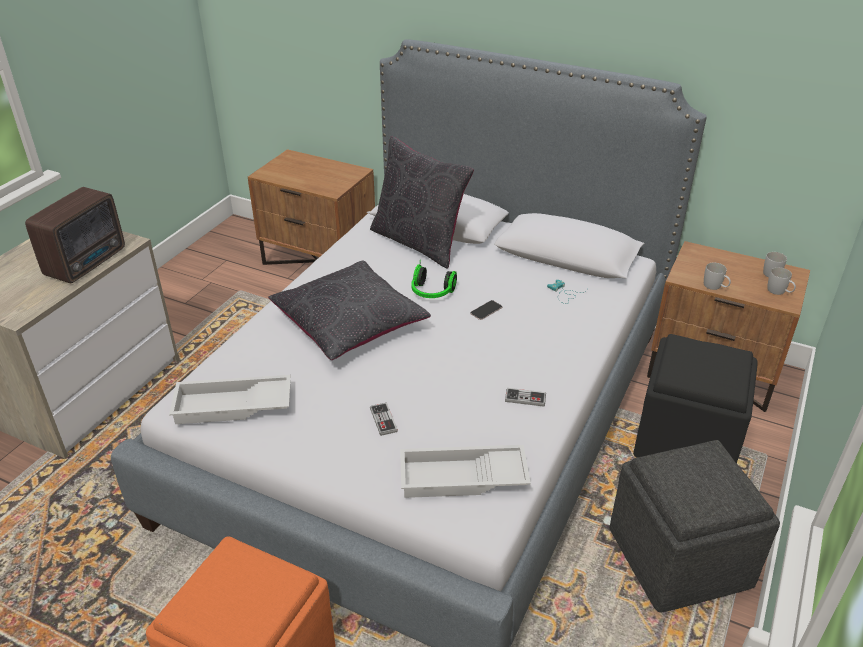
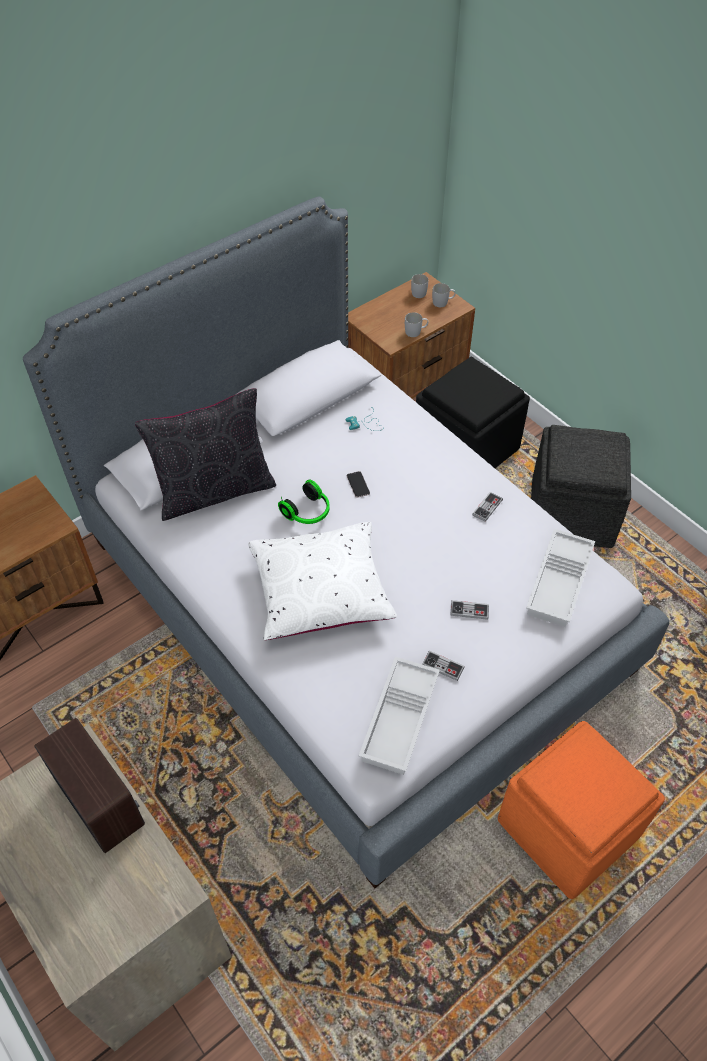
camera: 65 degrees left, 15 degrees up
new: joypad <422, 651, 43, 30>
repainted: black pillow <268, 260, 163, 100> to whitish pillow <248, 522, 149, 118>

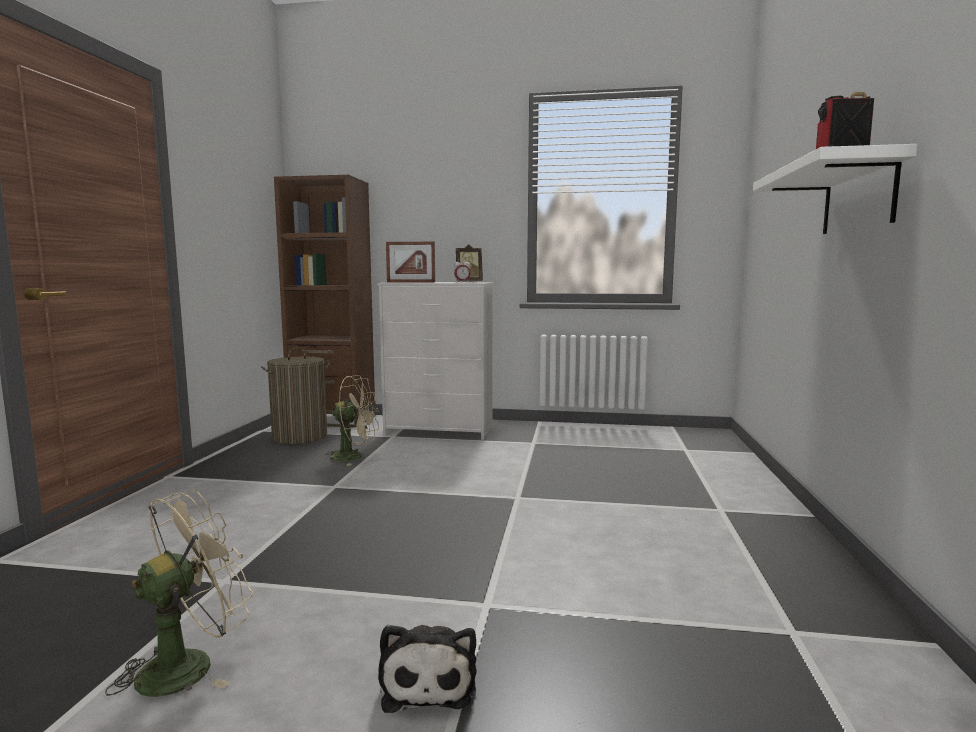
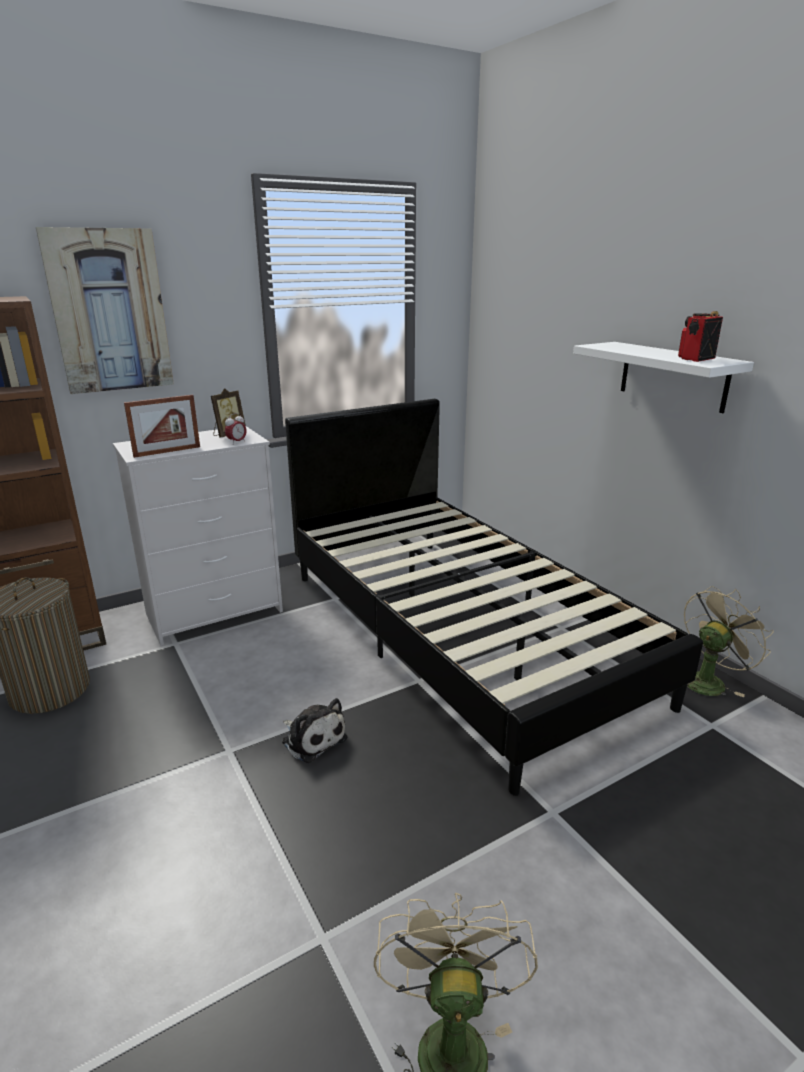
camera: 40 degrees left, 15 degrees up
new: wall picture <36, 227, 138, 167>; black sleeping bed <285, 399, 418, 397>
shifted: beige electric fan <326, 375, 53, 91> to <684, 586, 90, 111>; plush toy <378, 625, 99, 88> to <282, 698, 65, 65>

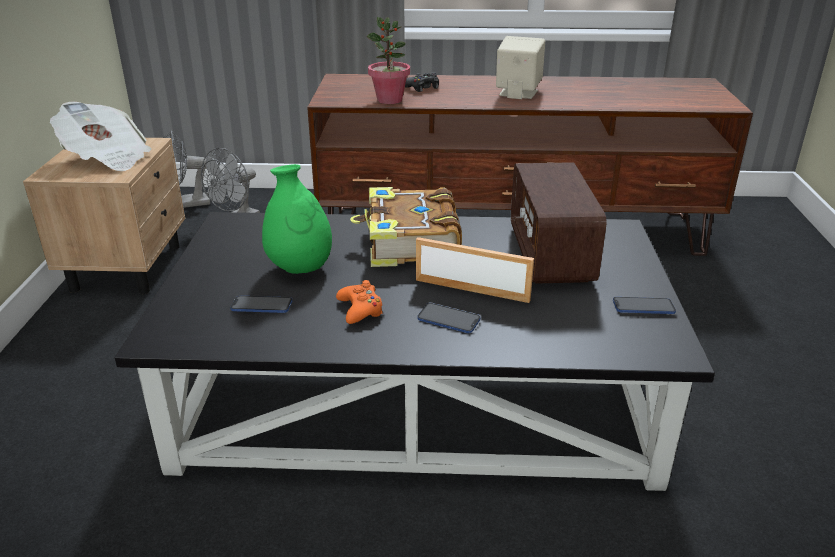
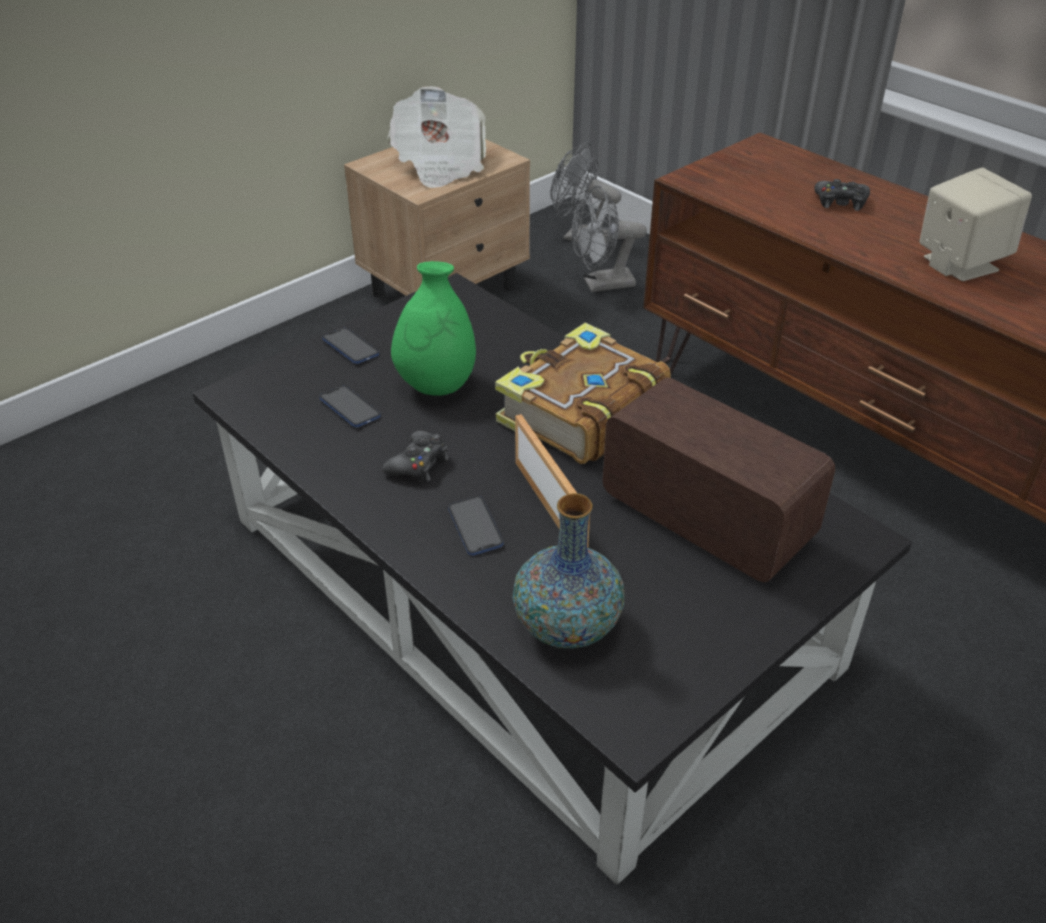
camera: 45 degrees right, 10 degrees up
gone: houseplant <367, 17, 43, 87>
new: flower vase <512, 493, 113, 155>
shifted: handset <613, 297, 63, 17> to <322, 328, 57, 36>
repainted: orange-coloured joypad <336, 280, 47, 44> to black joypad <382, 431, 67, 51>
rotated: radio set <511, 162, 96, 122> = <602, 377, 233, 205> 90 degrees clockwise

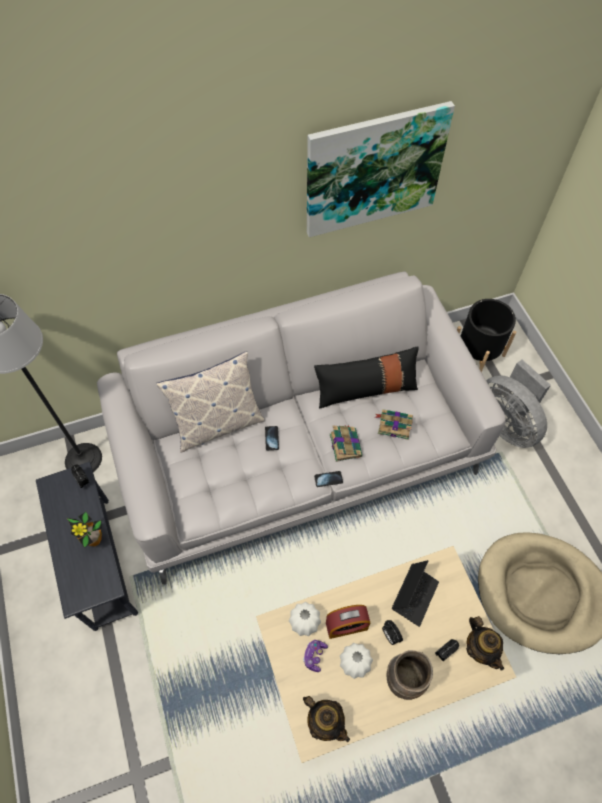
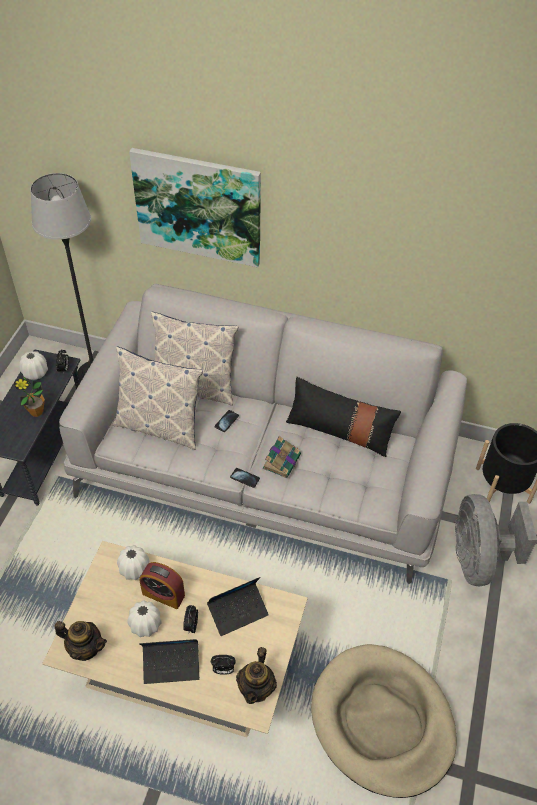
camera: 35 degrees right, 10 degrees down
gone: joypad <303, 640, 25, 32>; volume <375, 409, 38, 31>
new: whitish flower vase <19, 351, 29, 29>; pillow <112, 346, 91, 104>
shifted: wall picture <307, 101, 148, 136> to <129, 148, 132, 119>
swapped: brown flower vase <387, 650, 46, 50> to notebook computer <139, 639, 61, 45>
rotated: pot for tea <303, 696, 47, 46> = <55, 621, 52, 40> 60 degrees counterclockwise

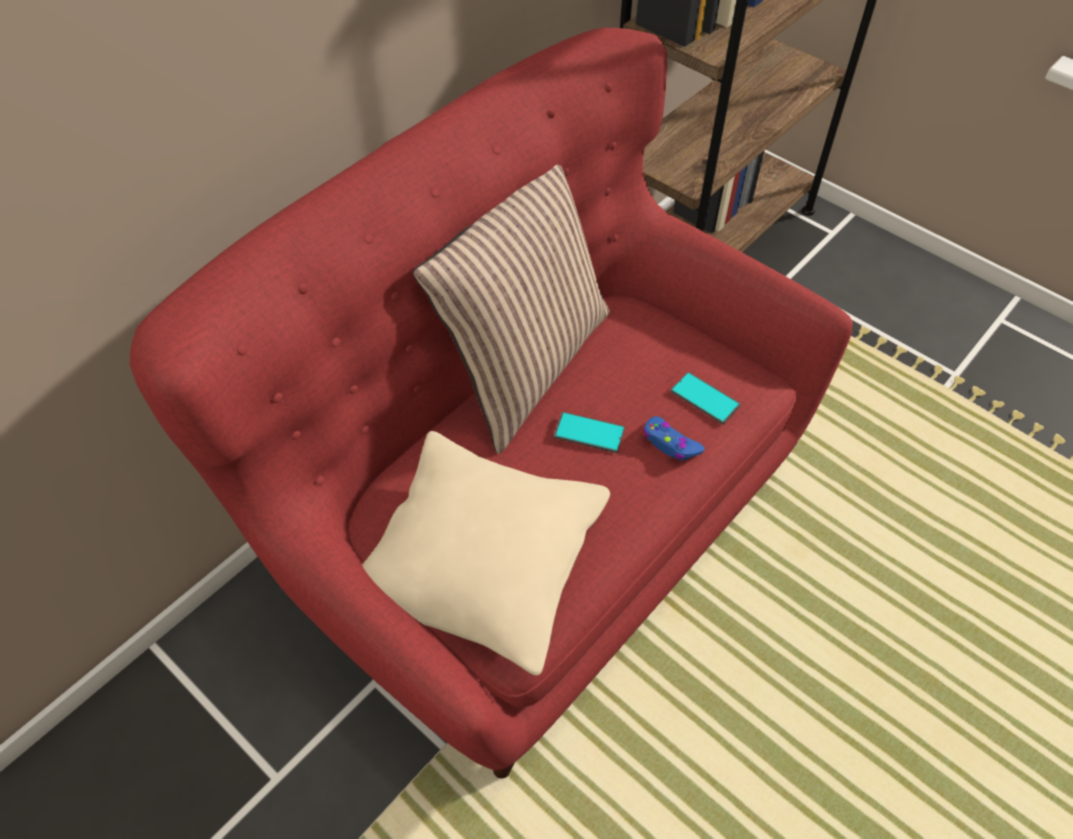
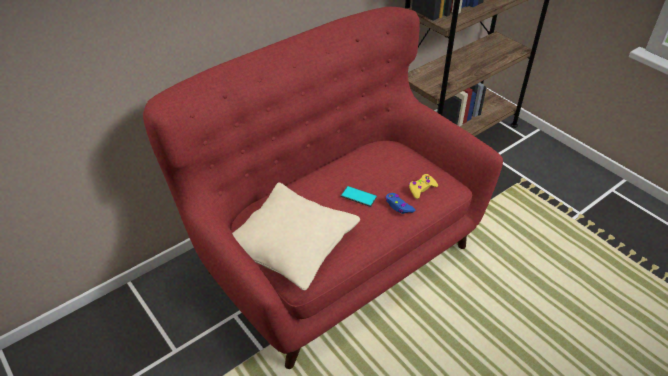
camera: 10 degrees right, 10 degrees down
gone: pillow <413, 164, 197, 290>
swapped: handset <671, 372, 70, 53> to yellowish joypad <409, 174, 29, 25>

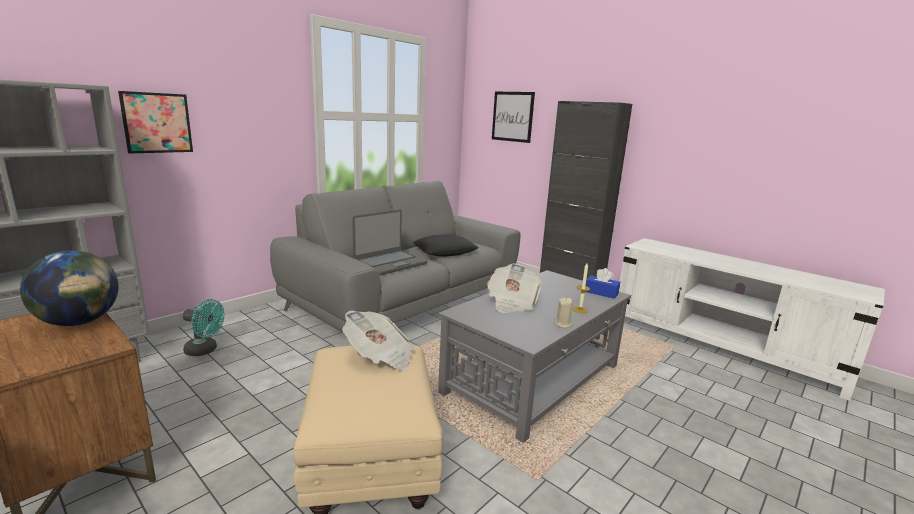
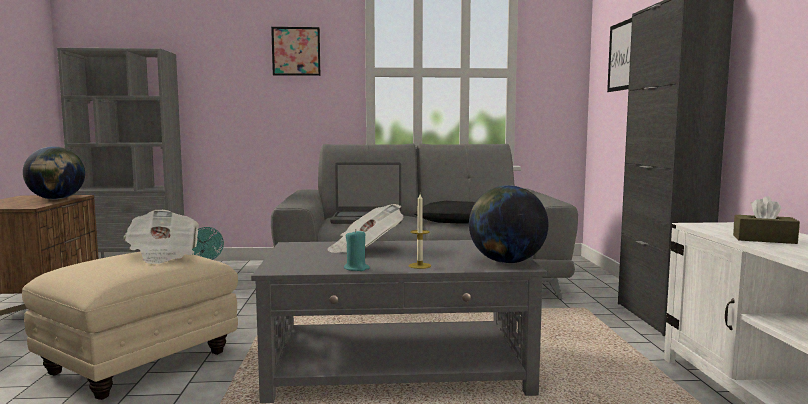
camera: 45 degrees right, 10 degrees down
new: brown tissue box <733, 196, 67, 48>
shifted: wall picture <118, 91, 75, 63> to <271, 27, 49, 49>
swapped: blue-coloured tissue box <585, 268, 35, 31> to globe <469, 185, 79, 78>
repainted: beige wax light <554, 297, 19, 31> to turquoise wax light <344, 230, 26, 41>

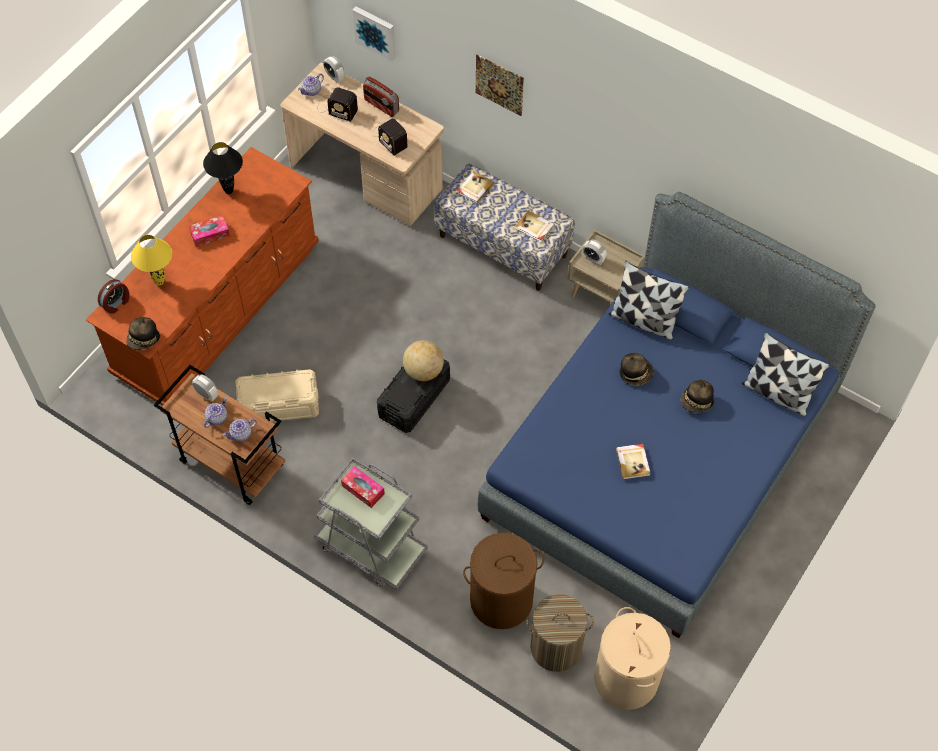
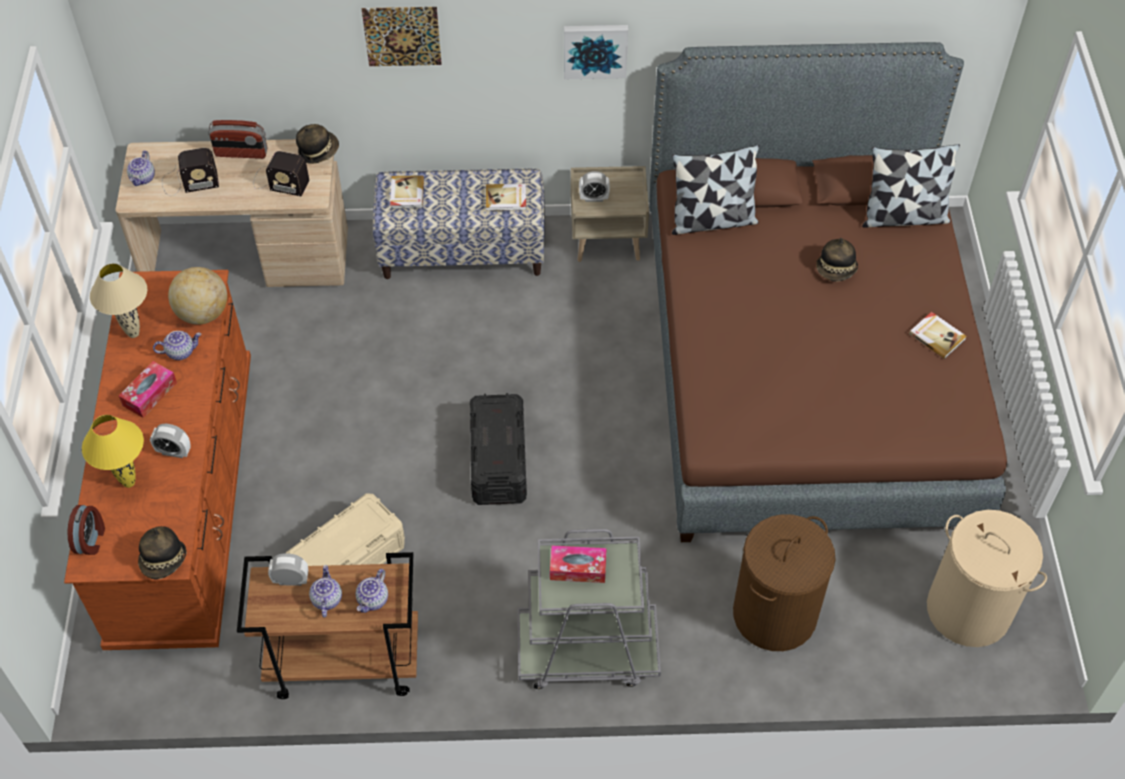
camera: 35 degrees left, 5 degrees down
gone: hamper <526, 594, 68, 78>
new: pot for tea <153, 331, 48, 29>
shifted: bedside clock <323, 56, 21, 27> to <150, 424, 41, 34>; wall picture <352, 6, 44, 55> to <564, 25, 64, 54>; globe <403, 340, 41, 41> to <168, 267, 59, 58>; volume <616, 444, 35, 36> to <909, 312, 58, 47>; clothing hat <619, 353, 35, 33> to <296, 124, 43, 40>
repainted: black tabletop lamp <203, 142, 40, 52> to beige tabletop lamp <90, 263, 57, 75>; blue-coloured sleeping bed <478, 192, 398, 446> to brown sleeping bed <649, 42, 358, 500>

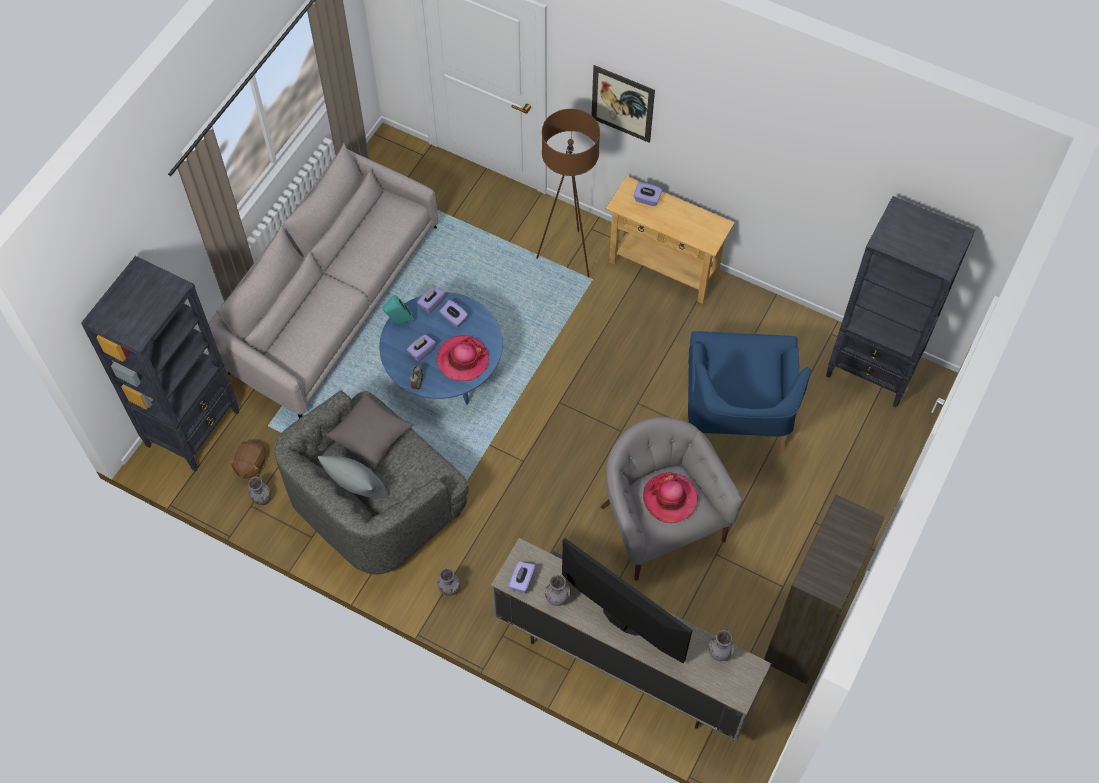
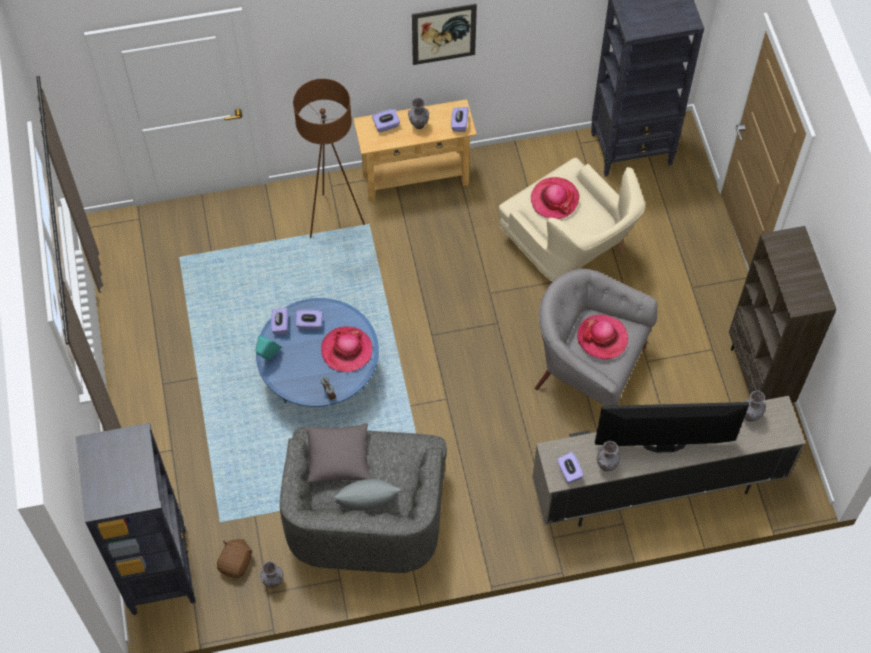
camera: 40 degrees left, 0 degrees up
gone: gray couch <208, 143, 230, 276>
new: clothing hat <531, 177, 48, 42>
shifted: purplish tissue box <407, 334, 29, 28> to <451, 107, 17, 25>; gray flower vase <437, 568, 24, 28> to <408, 98, 21, 31>; wall picture <592, 65, 63, 78> to <412, 4, 65, 61>
repainted: blue-coloured easy chair <688, 331, 123, 121> to beige easy chair <499, 158, 146, 124>
rotated: brown plush toy <229, 441, 37, 38> = <217, 539, 36, 39> 135 degrees counterclockwise

